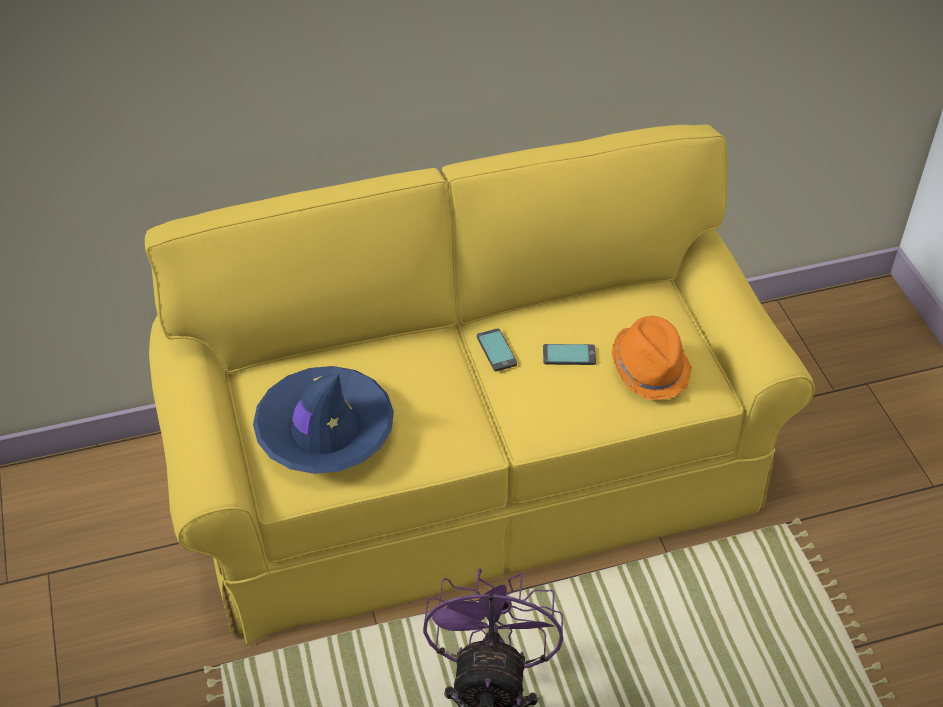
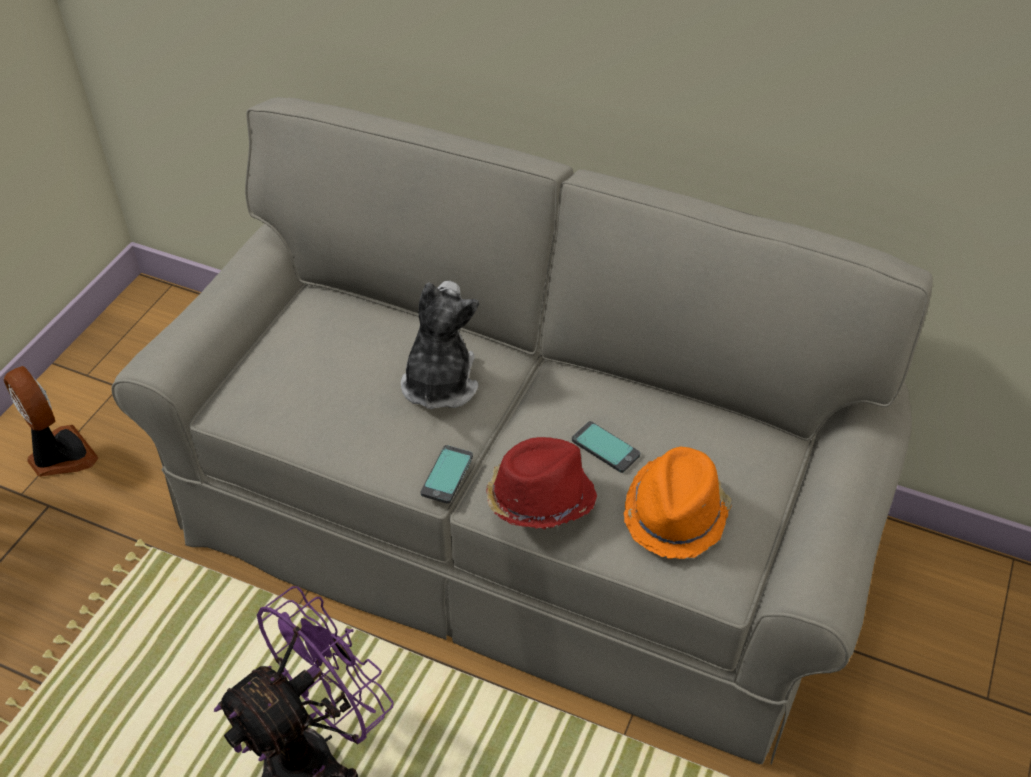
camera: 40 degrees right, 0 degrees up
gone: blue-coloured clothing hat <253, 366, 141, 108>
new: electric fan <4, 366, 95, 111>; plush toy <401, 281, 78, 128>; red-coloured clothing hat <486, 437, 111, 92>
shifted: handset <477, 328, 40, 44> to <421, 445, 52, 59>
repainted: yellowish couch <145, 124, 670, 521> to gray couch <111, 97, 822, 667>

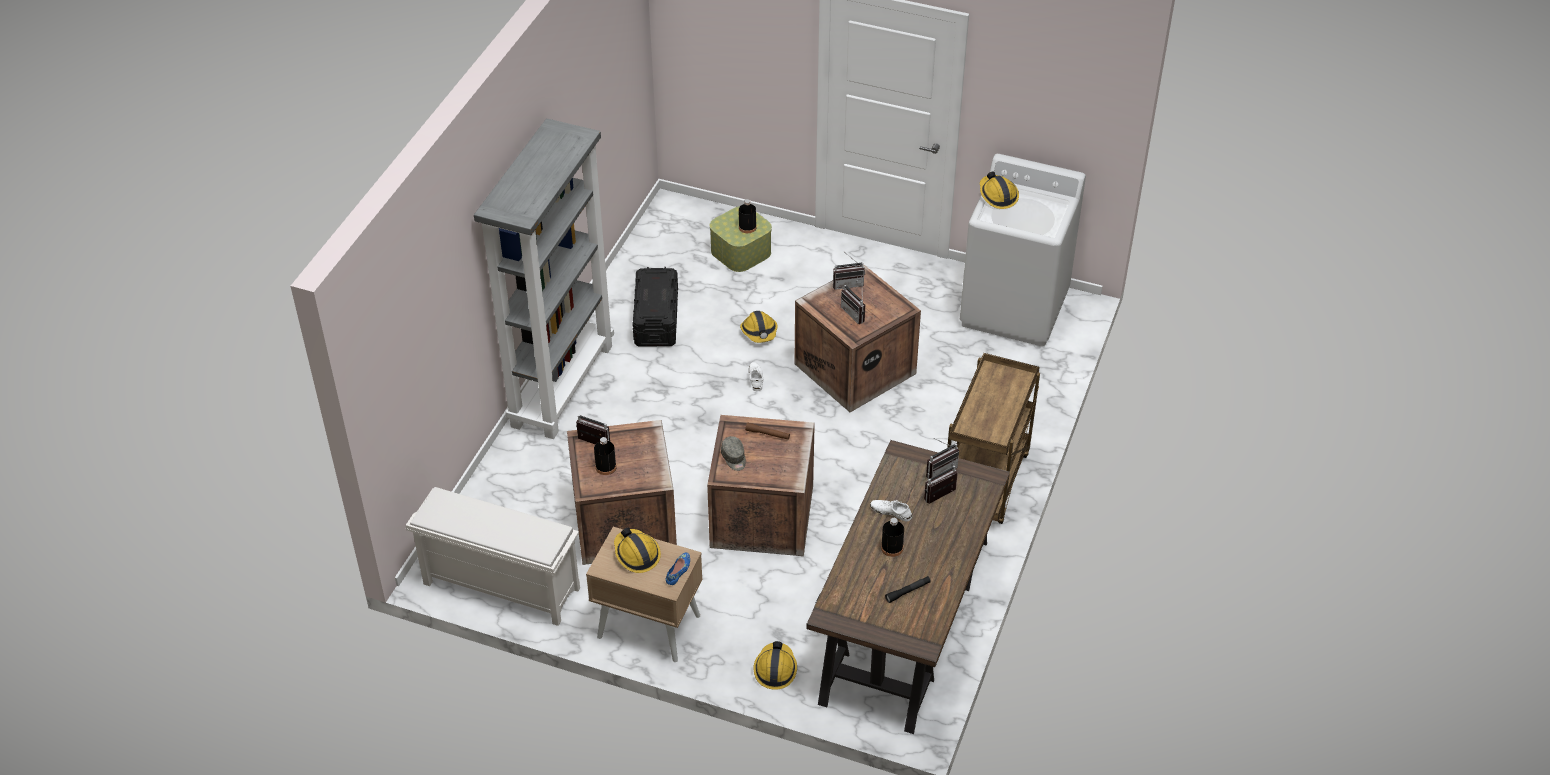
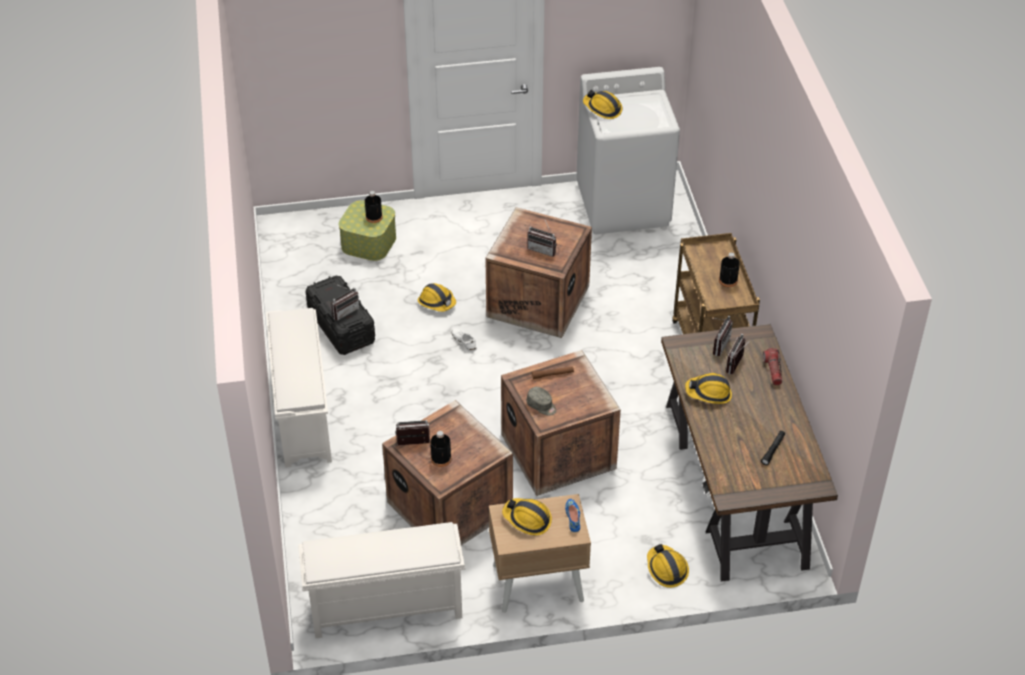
camera: 30 degrees left, 0 degrees up
new: flashlight <763, 348, 19, 37>
shifted: radio set <833, 251, 32, 39> to <331, 284, 28, 37>; black bottle <881, 518, 23, 39> to <719, 252, 21, 35>
swapped: gray bookshelf <474, 118, 140, 321> to whitish shoe shelf <266, 308, 66, 160>; whitish item of footwear <870, 500, 42, 21> to safety helmet <685, 373, 47, 31>

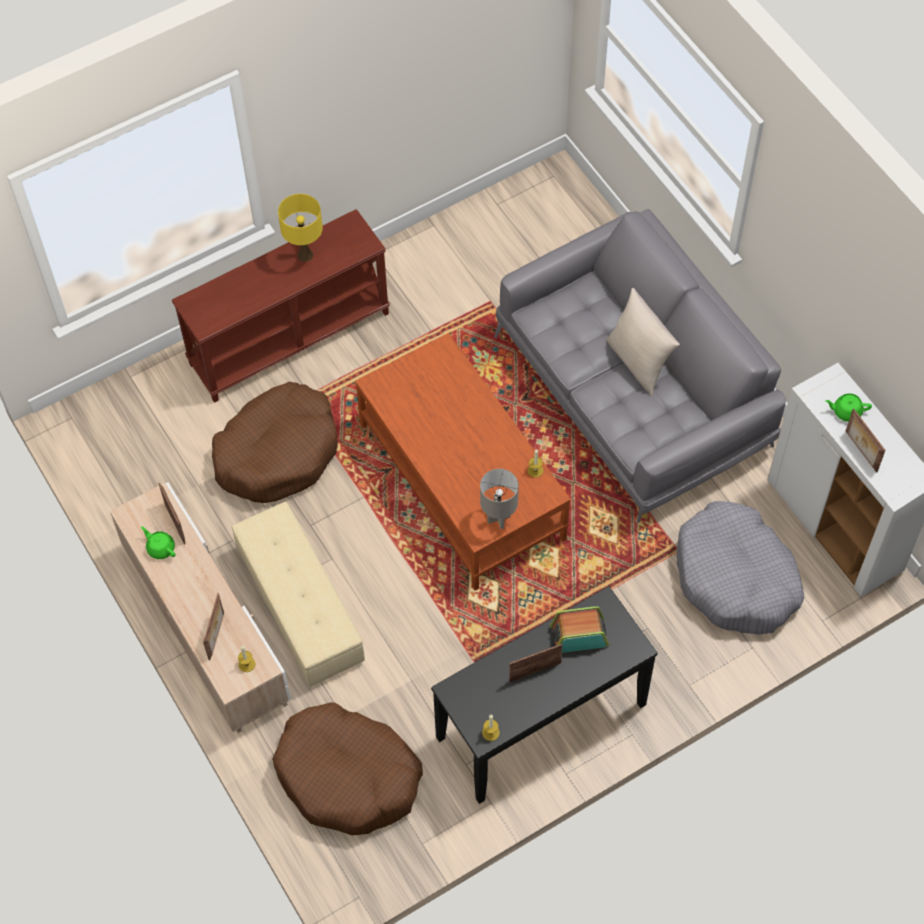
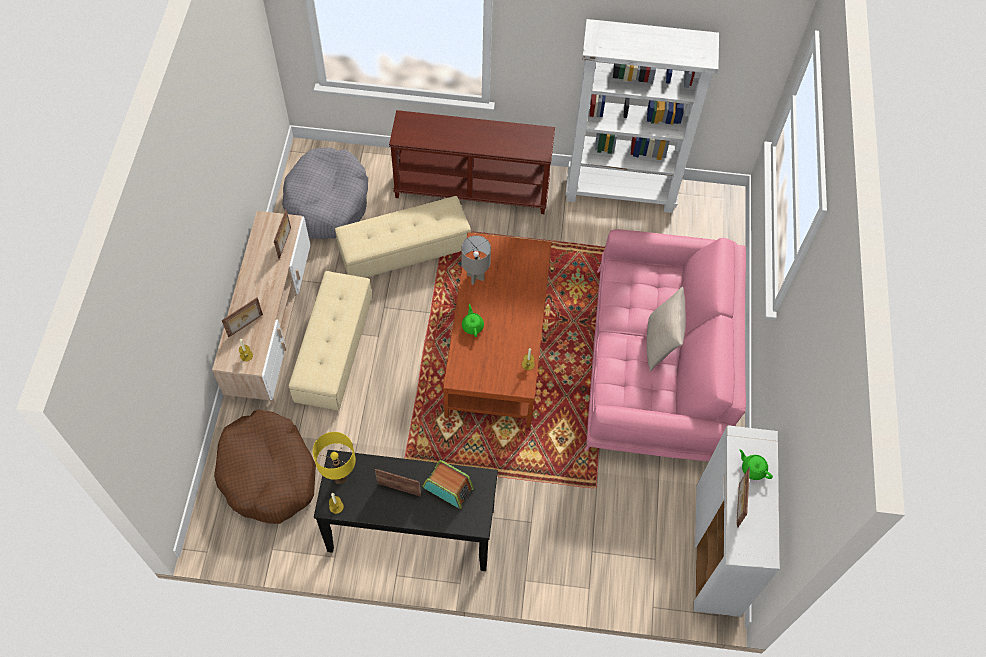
camera: 35 degrees right, 0 degrees up
new: whitish bookshelf <565, 19, 154, 194>
shifted: greenish pot for tea <141, 526, 35, 33> to <462, 304, 22, 33>; yellowish tabletop lamp <278, 194, 45, 68> to <313, 432, 43, 52>; gray tabletop lamp <480, 469, 39, 60> to <461, 236, 30, 49>; gray pet bed <677, 501, 127, 133> to <282, 147, 86, 92>
swapped: brown pet bed <212, 382, 126, 121> to beige pouffe <335, 196, 136, 82>
repainted: gray couch <494, 209, 292, 314> to pink-coloured couch <585, 229, 161, 232>

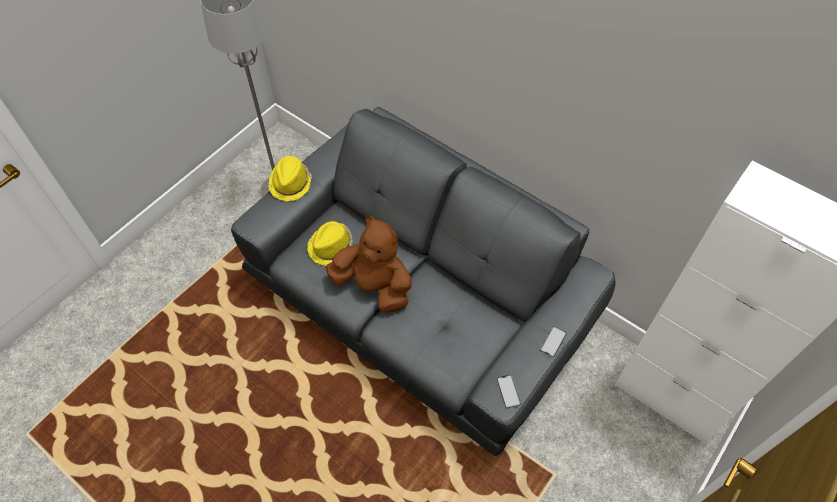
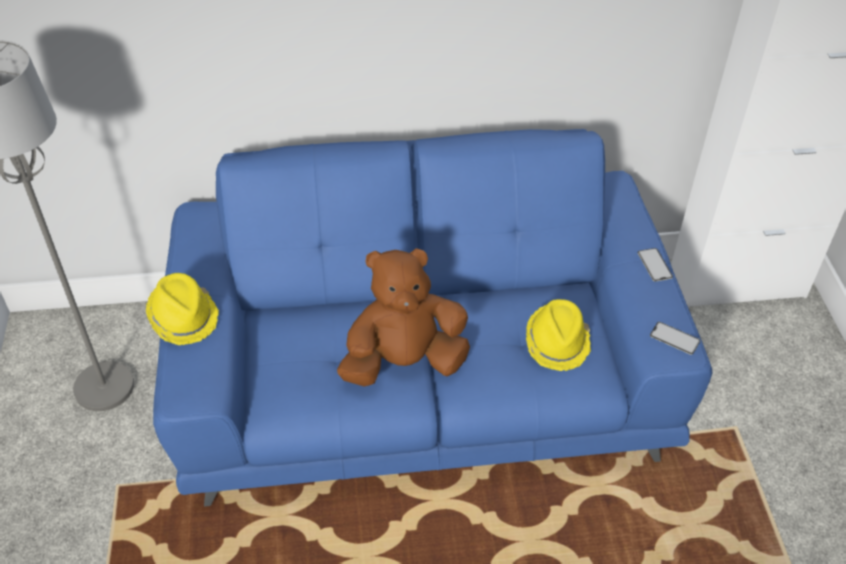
camera: 45 degrees left, 10 degrees down
shifted: yellowish clothing hat <307, 221, 46, 45> to <526, 299, 65, 72>
repainted: gray couch <231, 107, 385, 349> to blue-coloured couch <153, 129, 559, 378>

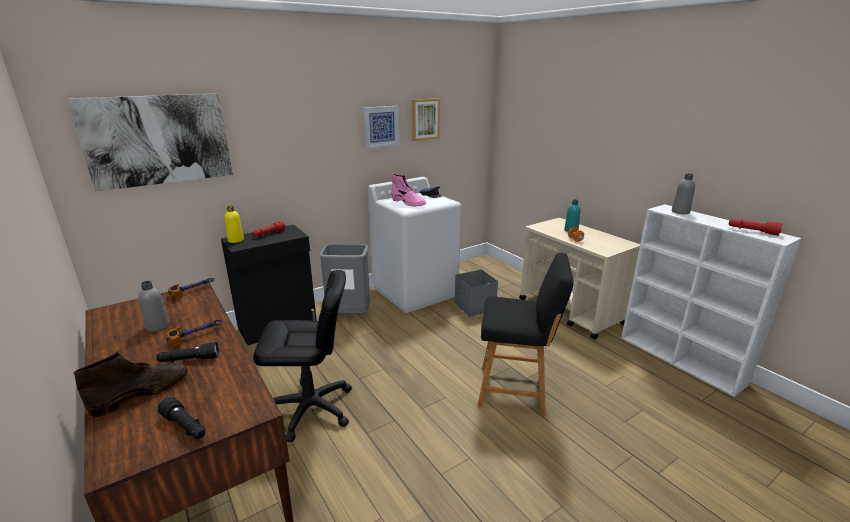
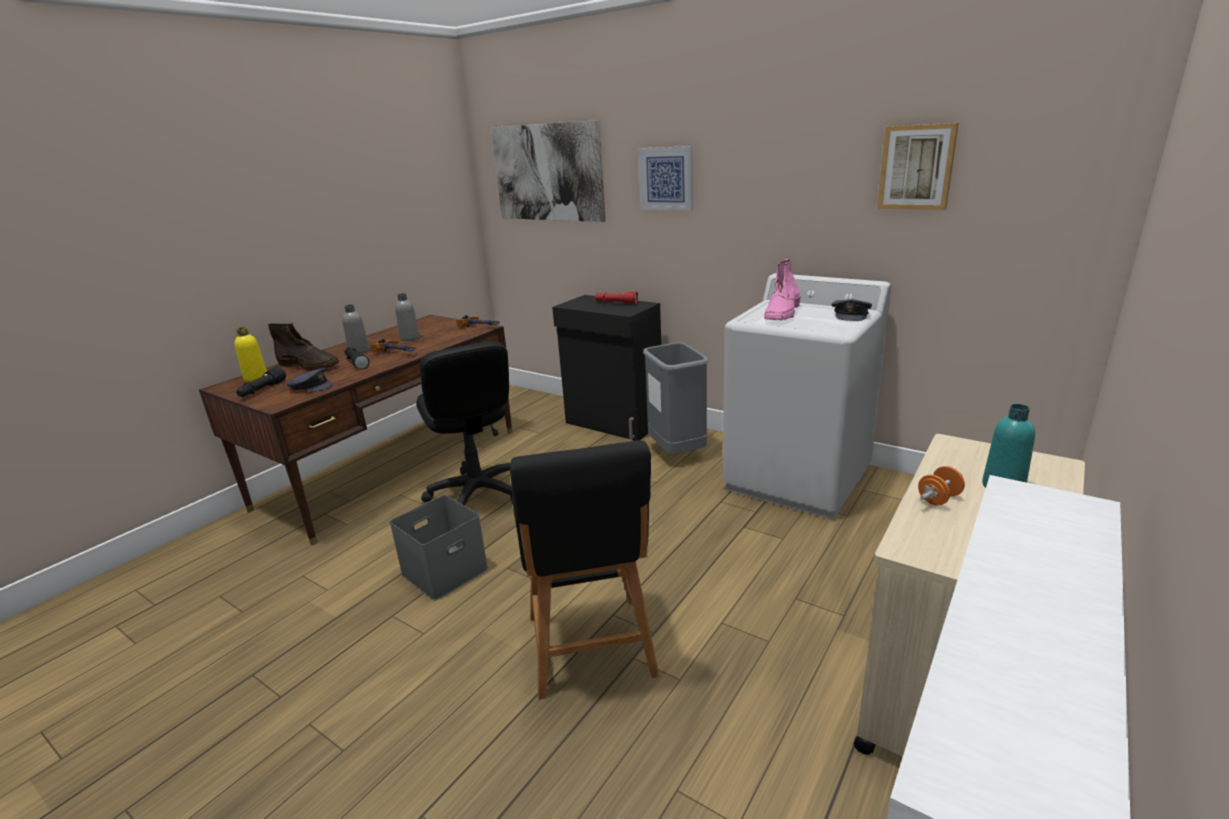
camera: 70 degrees right, 0 degrees up
gone: red-coloured flashlight <728, 219, 55, 17>
new: gray baseball cap <286, 368, 47, 23>
shifted: yellowish bottle <225, 206, 19, 37> to <234, 327, 33, 55>; wall picture <363, 106, 36, 42> to <638, 146, 55, 65>; gray storage container <455, 270, 43, 47> to <390, 495, 98, 106>; gray bottle <672, 174, 23, 40> to <342, 304, 28, 50>

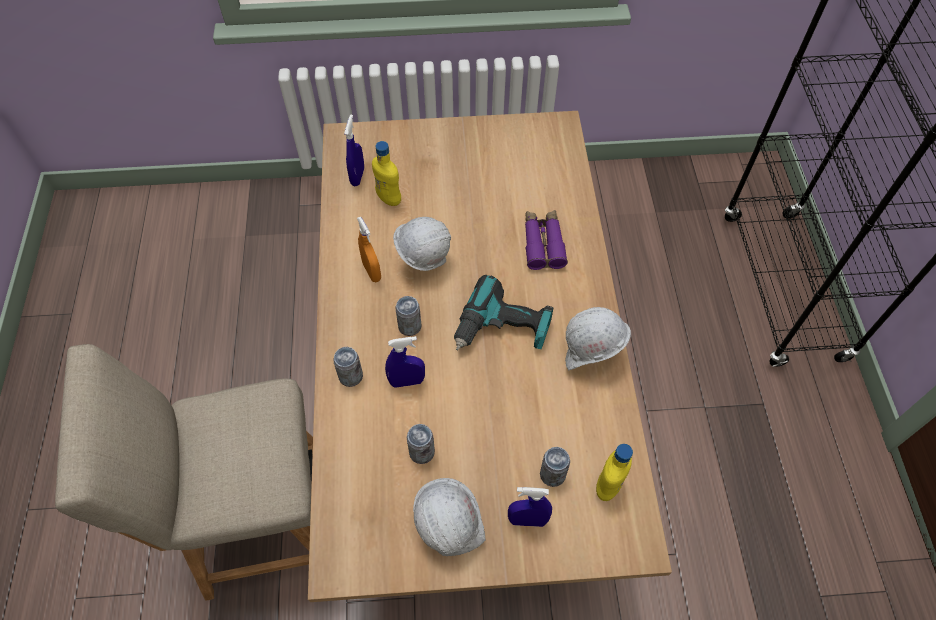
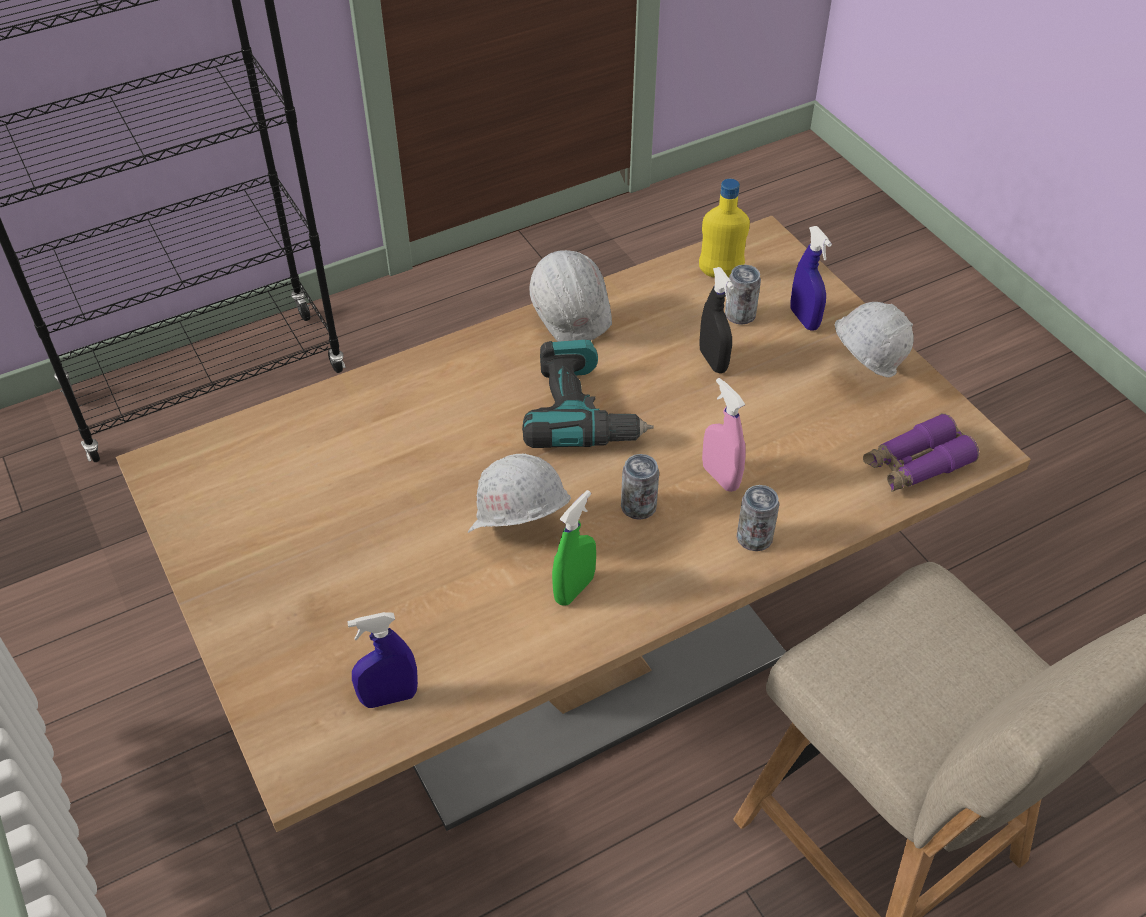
camera: 115 degrees left, 10 degrees down
gone: yellowish bottle <372, 141, 29, 65>; metal can <407, 424, 28, 40>
new: black spray bottle <699, 267, 35, 106>
shifted: purplish binoculars <525, 210, 43, 60> to <863, 413, 116, 79>
repainted: orange-coloured spray bottle <357, 217, 24, 65> to greenish spray bottle <552, 490, 44, 116>; blue-coloured spray bottle <385, 336, 40, 52> to pink-coloured spray bottle <702, 378, 44, 114>

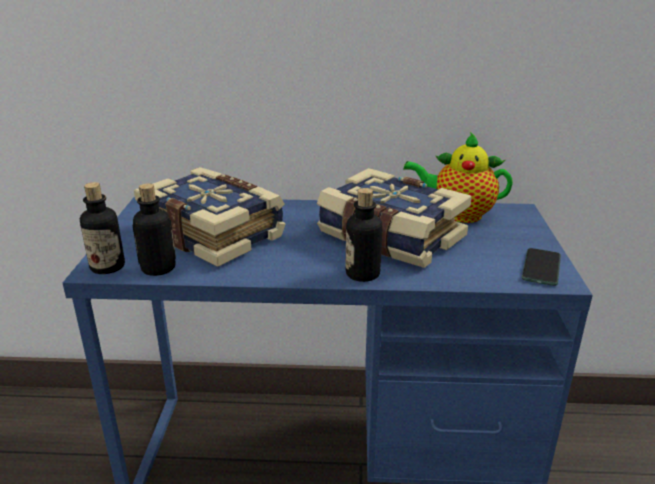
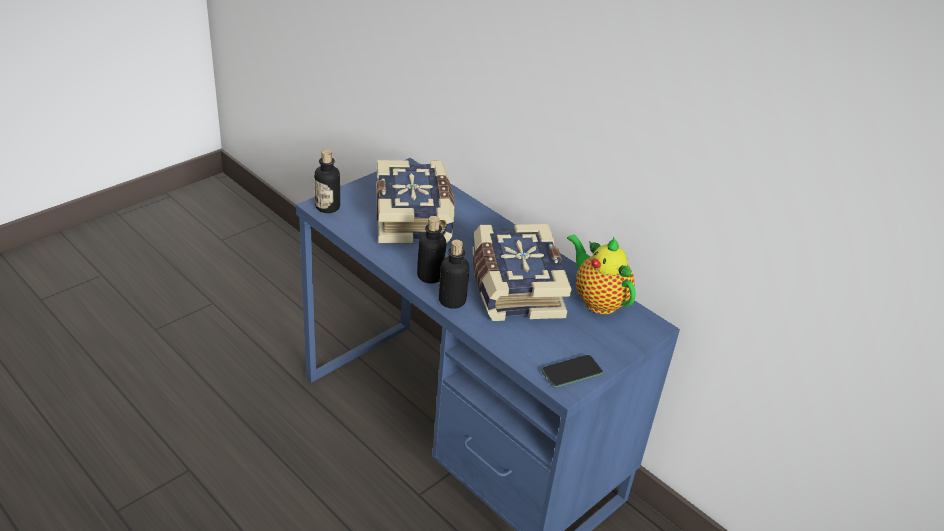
camera: 40 degrees right, 10 degrees up
shifted: bottle <132, 183, 44, 93> to <417, 216, 29, 68>

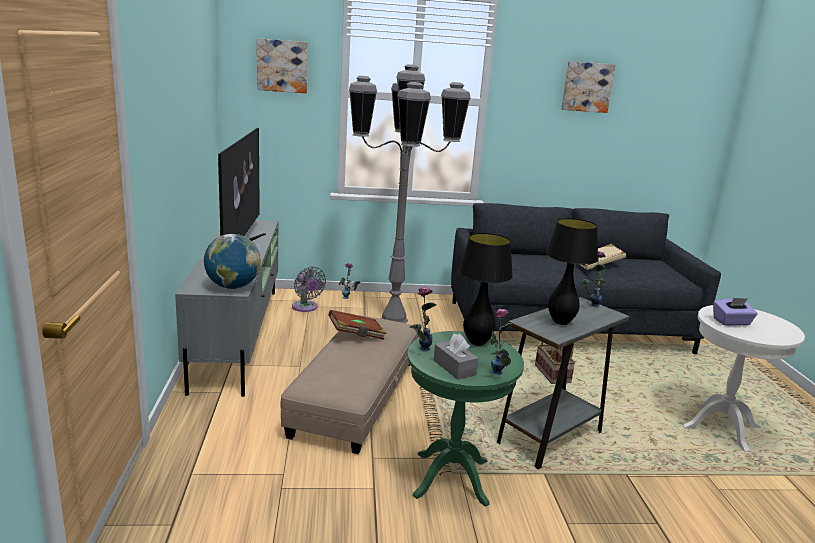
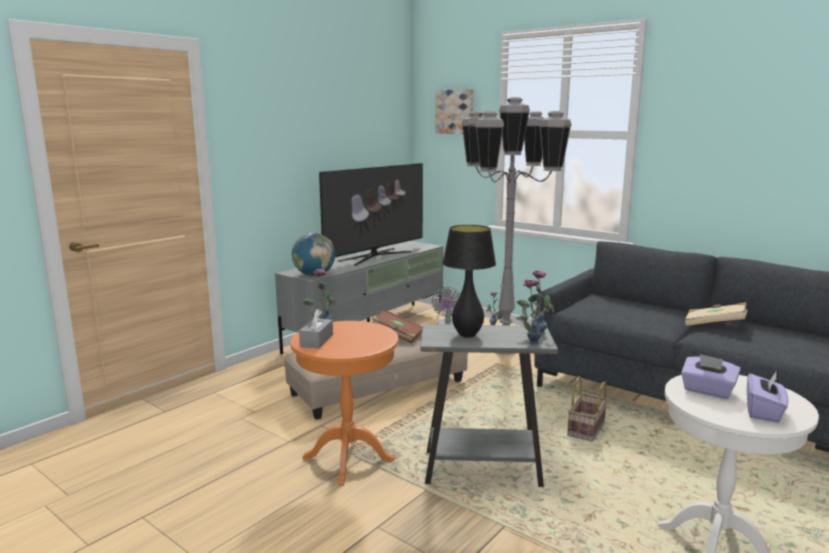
camera: 45 degrees right, 5 degrees down
gone: black tabletop lamp <459, 233, 54, 113>; wall picture <561, 61, 55, 52>
new: purplish tissue box <747, 372, 42, 51>
shifted: flower vase <490, 309, 23, 66> to <516, 279, 27, 66>
repainted: greenish side table <407, 331, 117, 176> to orange-coloured side table <291, 321, 107, 165>

